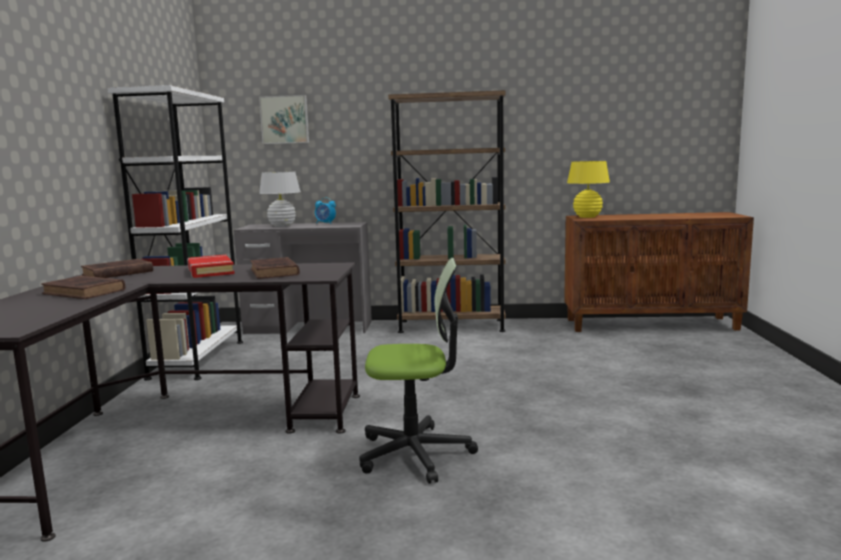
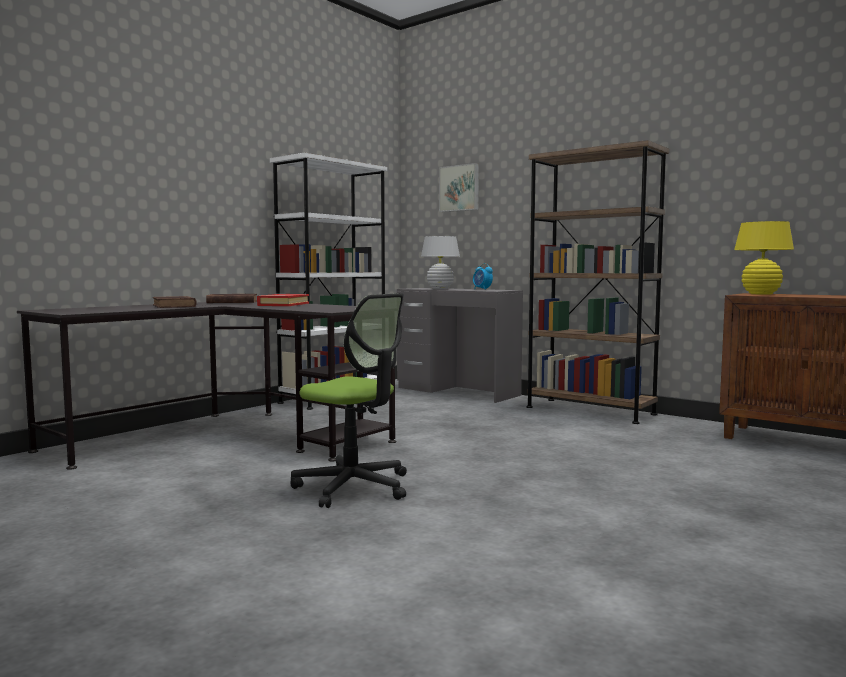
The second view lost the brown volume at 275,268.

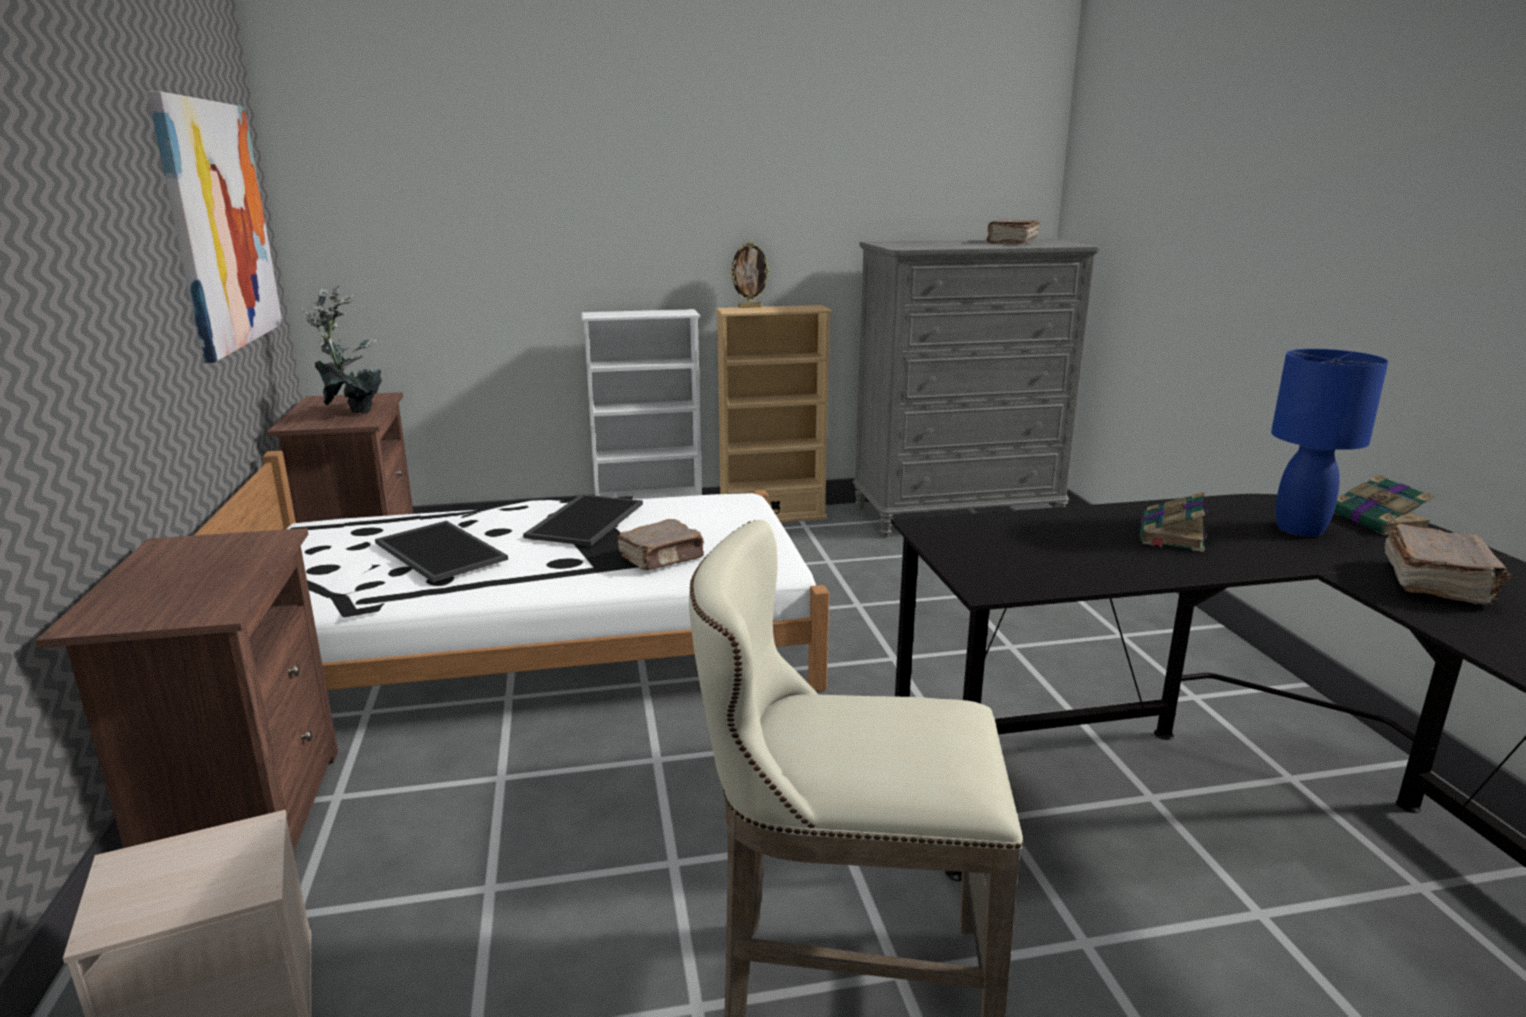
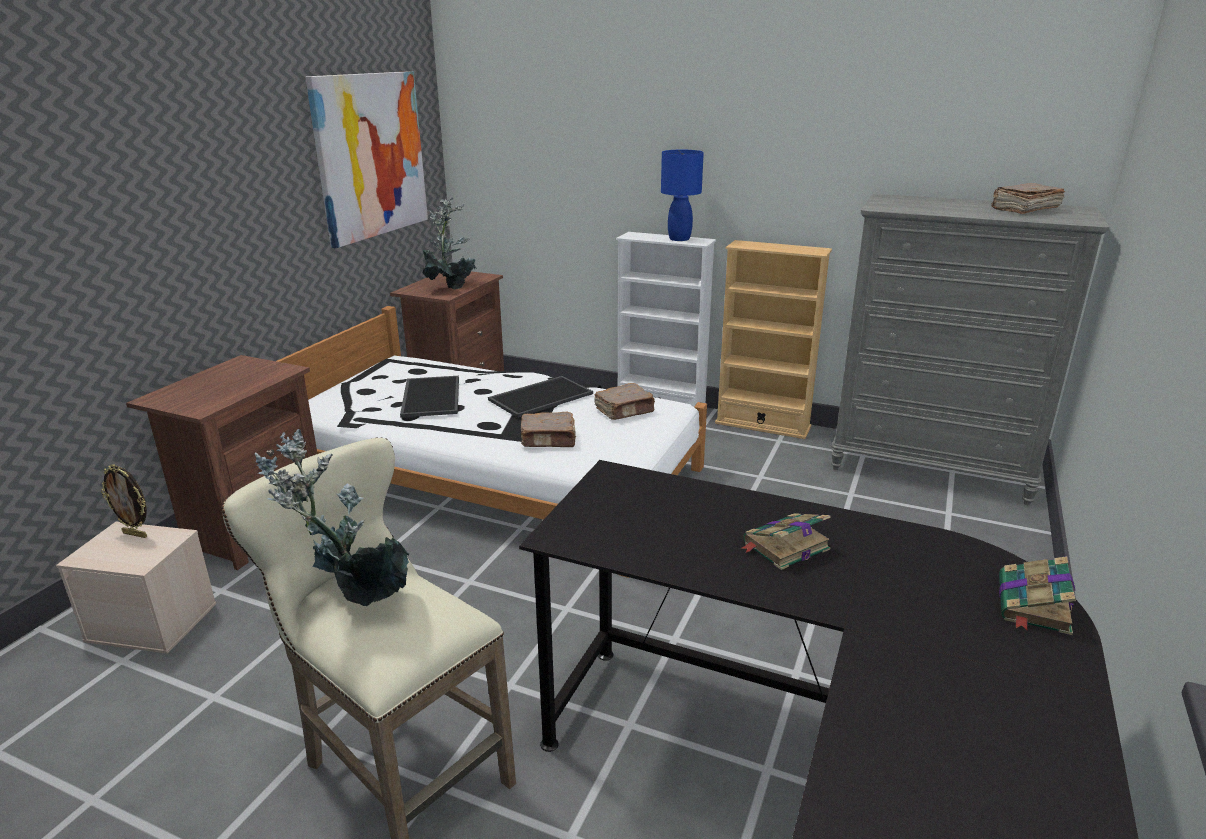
The second view gained the potted plant at 332,517.
The standing frame ended up elsewhere, having gone from 750,274 to 124,501.
The blue table lamp ended up elsewhere, having gone from 1329,443 to 682,195.
The brown volume ended up elsewhere, having gone from 1447,564 to 624,401.

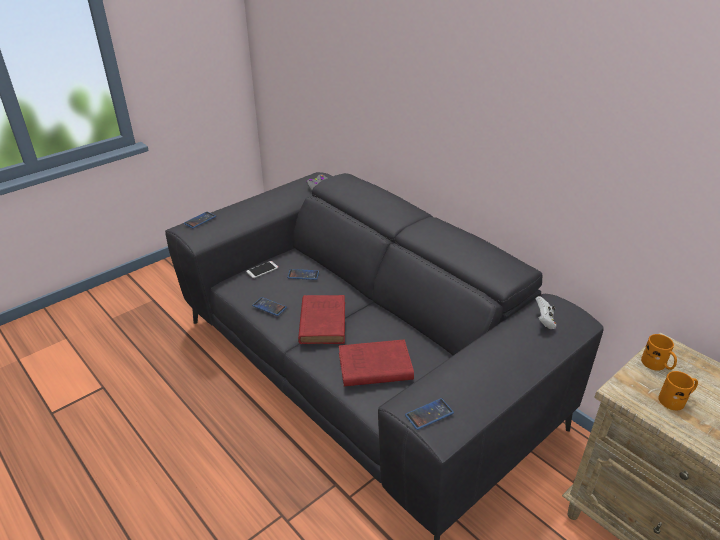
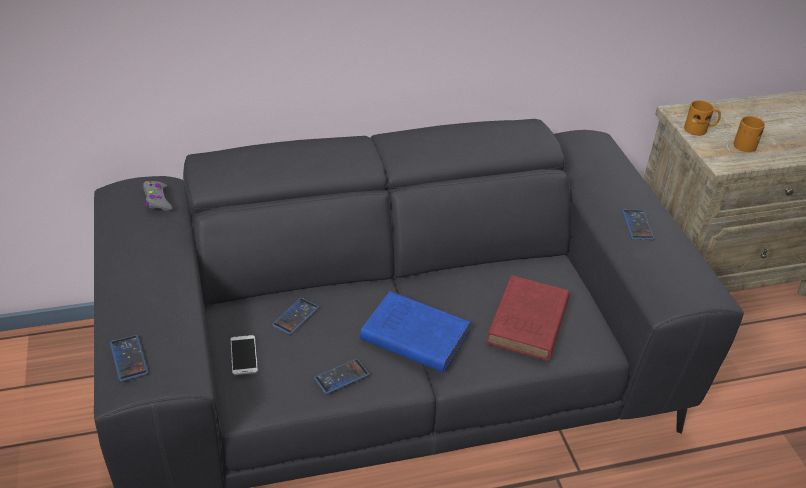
The second view lost the white game controller at 546,312.
The phone ended up elsewhere, having gone from 429,414 to 638,225.
What was the red volume at 321,319 turned into the blue volume at 415,332.

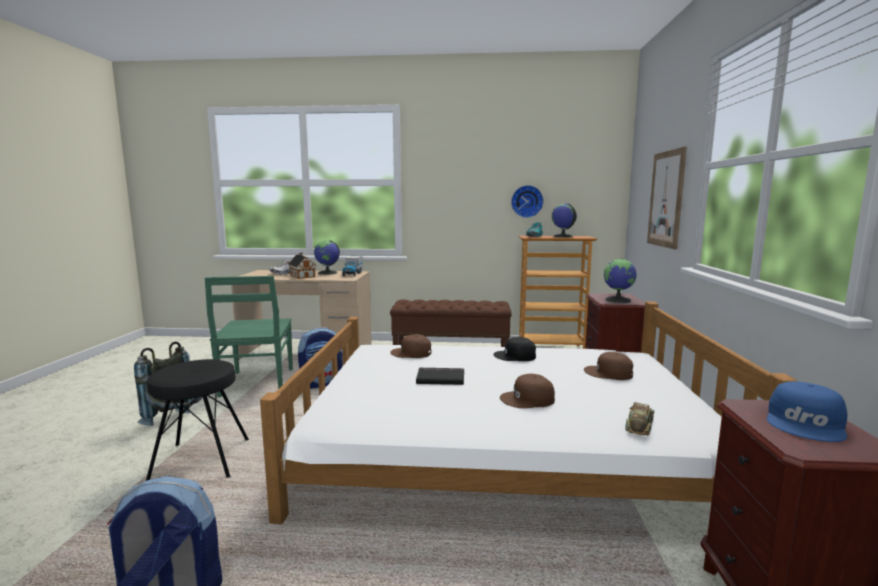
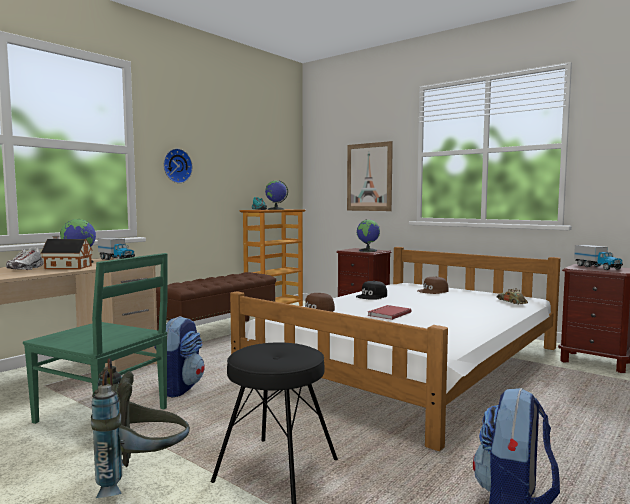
The second view lost the brown baseball cap at 527,391.
The hanging clock ended up elsewhere, having gone from 527,201 to 178,165.
Where the blue baseball cap stood at 807,411, the model truck came to stand at 598,257.
What was the black volume at 440,376 turned into the red volume at 389,312.

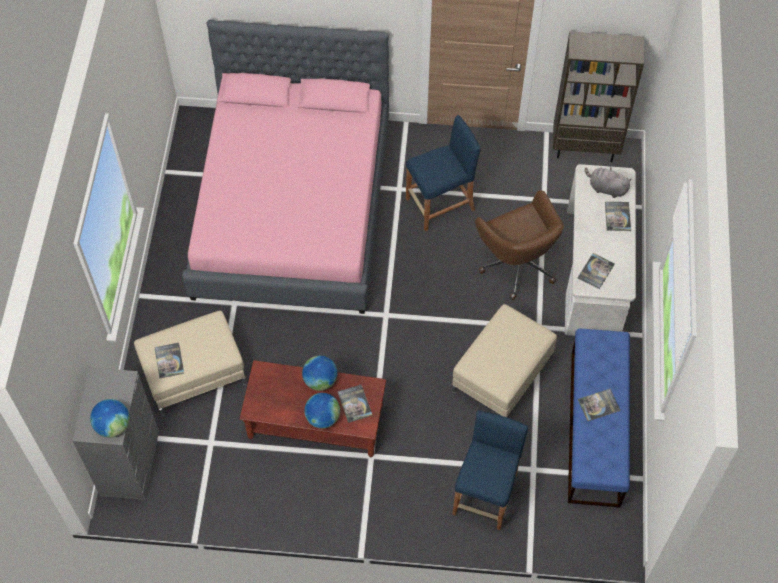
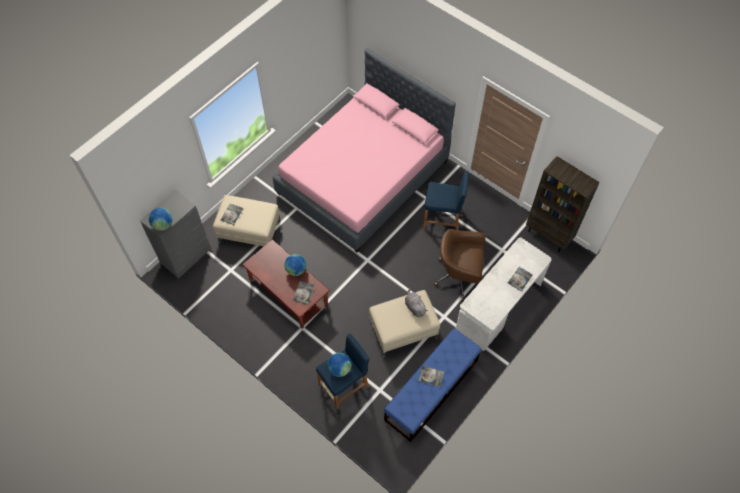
The second view lost the volume at 596,271.
The desk globe ended up elsewhere, having gone from 322,411 to 339,365.
The grey plush toy ended up elsewhere, having gone from 608,182 to 416,302.
The brown computer chair at 519,245 ended up facing another way, 90 degrees clockwise from before.

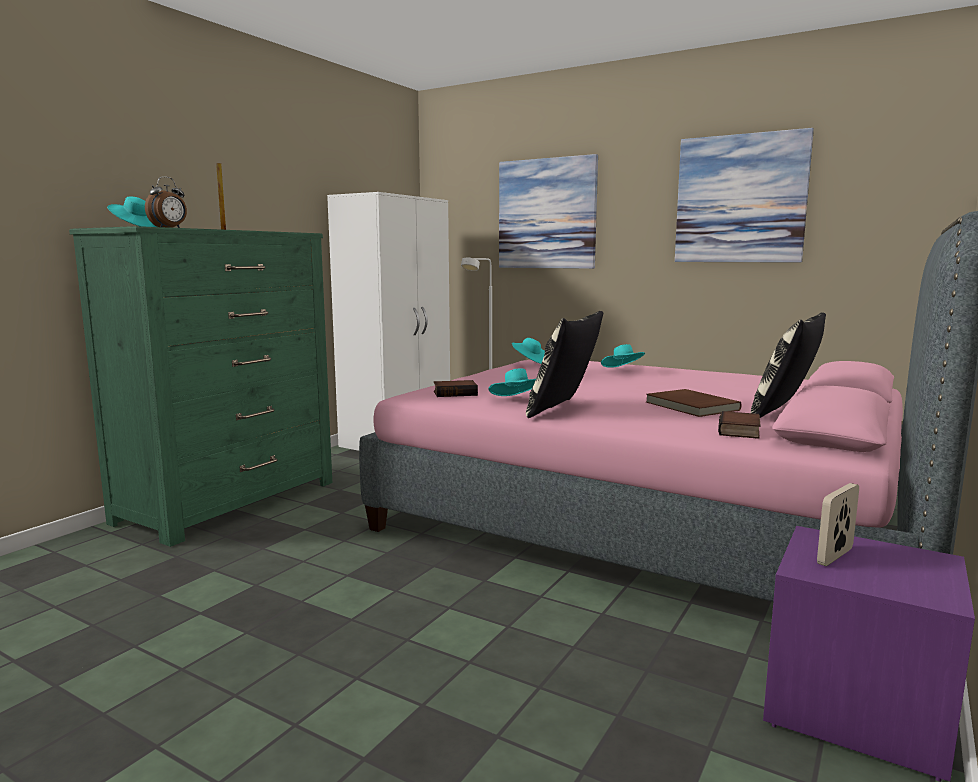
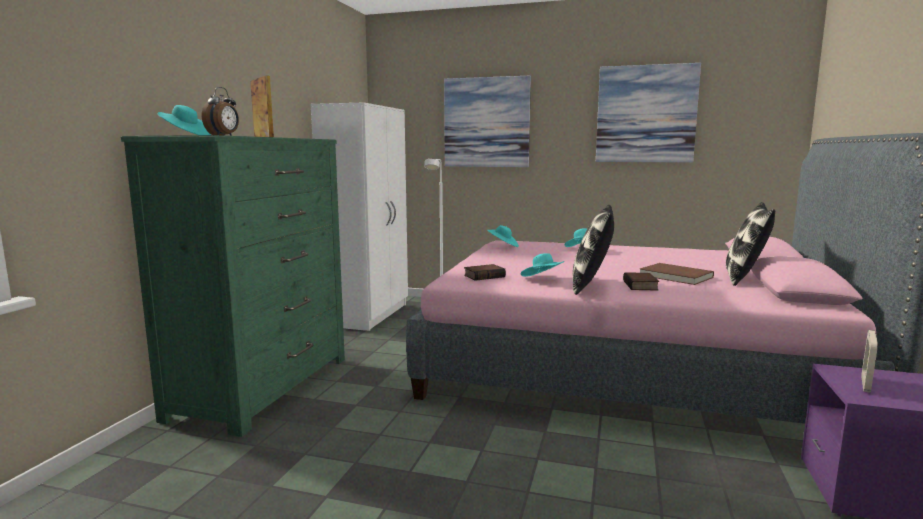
The volume ended up elsewhere, having gone from 739,425 to 641,281.

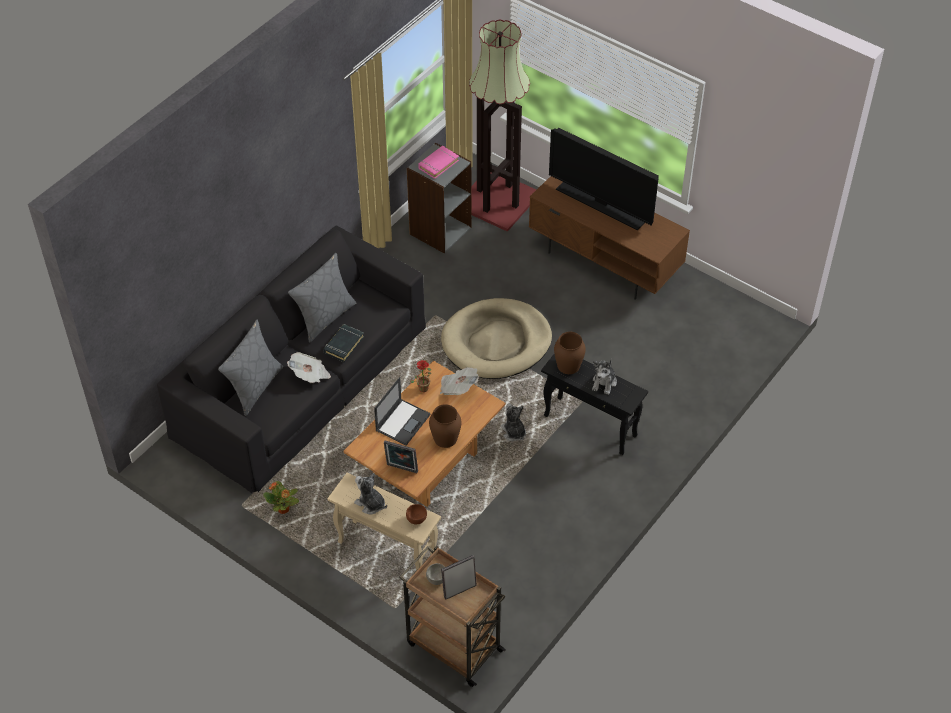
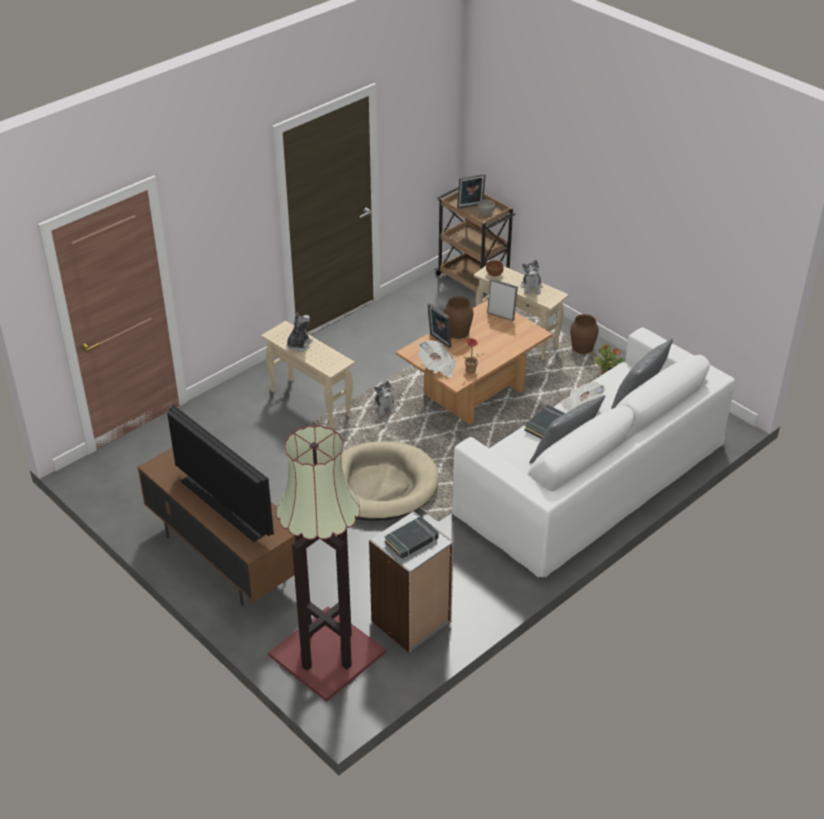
The second view lost the portable computer at 402,411.
The second view gained the standing frame at 439,325.
The brown vase ended up elsewhere, having gone from 570,353 to 584,334.
What was the black settee at 291,359 turned into the white settee at 593,452.
What was the pink volume at 438,162 turned into the black volume at 412,537.
What was the black side table at 594,404 turned into the beige-coloured side table at 308,375.
The plush toy at 370,493 ended up facing another way, 45 degrees clockwise from before.

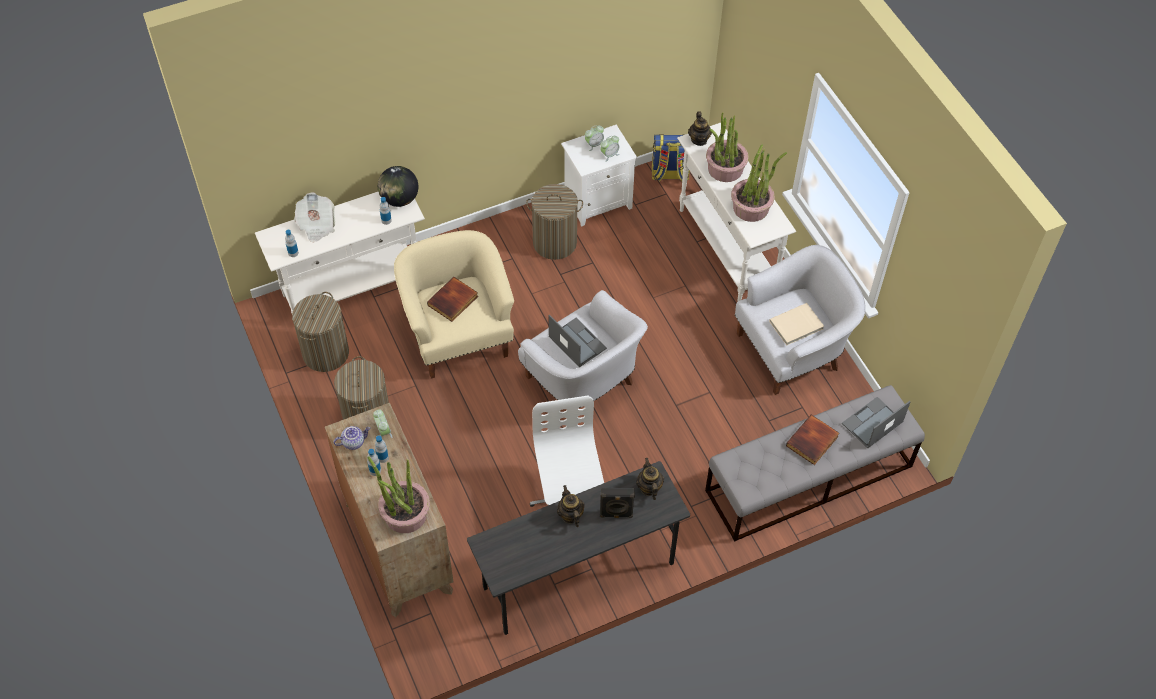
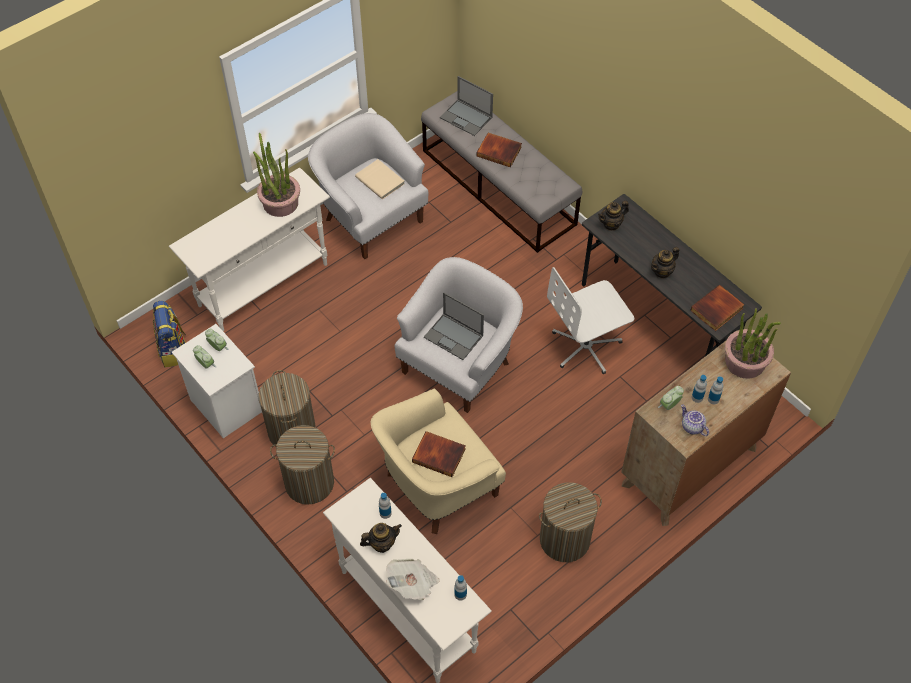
The second view lost the desk globe at 398,186.
The second view lost the black audio speaker at 617,503.
The second view lost the potted plant at 727,147.
The second view gained the volume at 717,307.
The washing basket ended up elsewhere, having gone from 320,332 to 302,465.
The pot for tea ended up elsewhere, having gone from 700,128 to 381,538.
The portable computer at 578,341 ended up facing another way, 90 degrees counterclockwise from before.

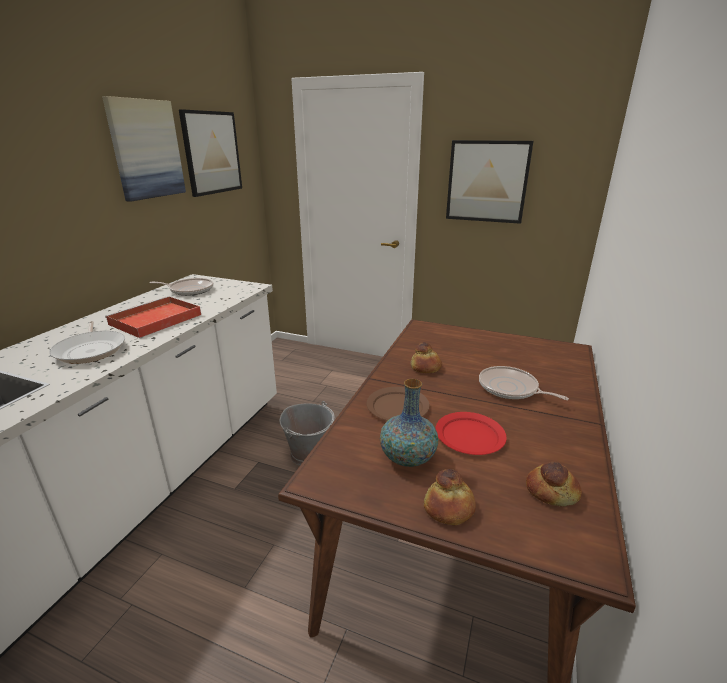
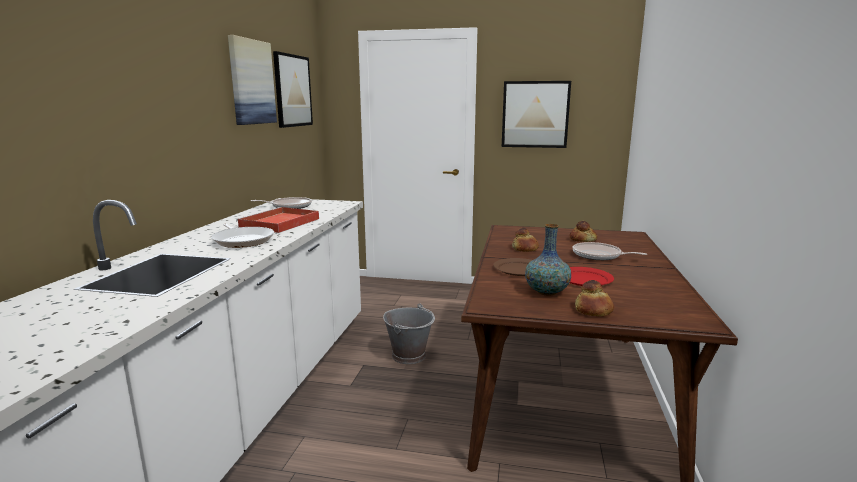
The bread ended up elsewhere, having gone from 554,484 to 583,231.

